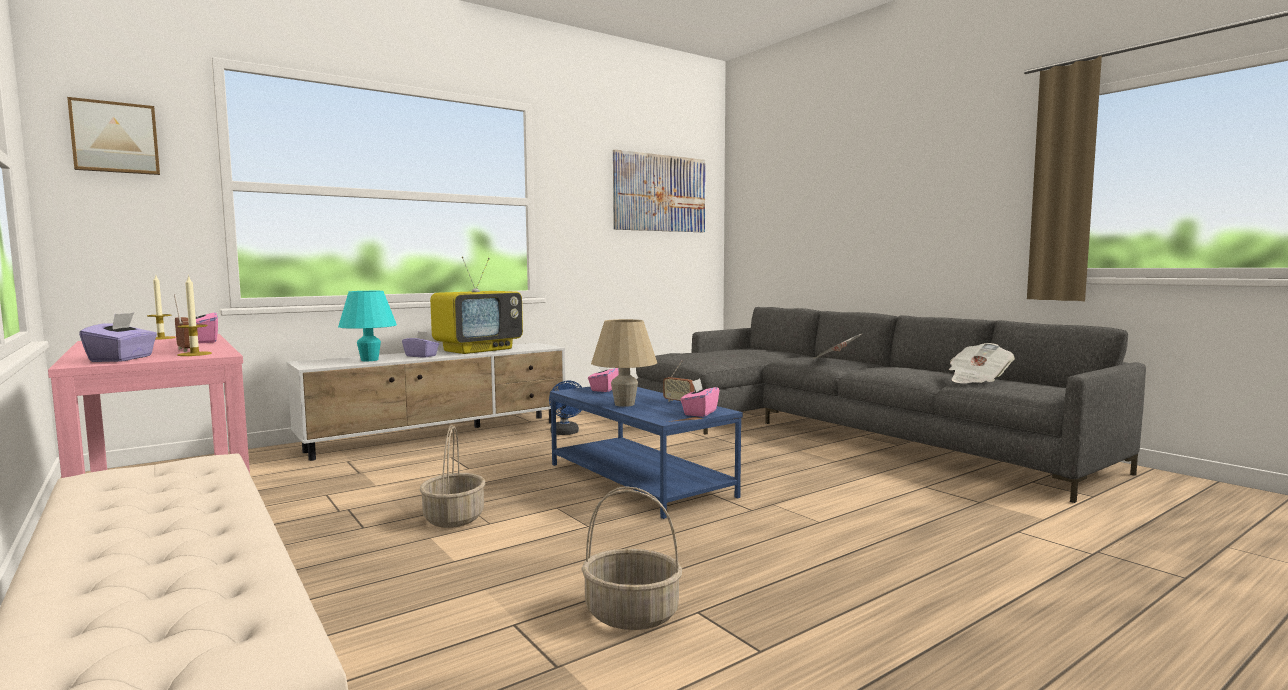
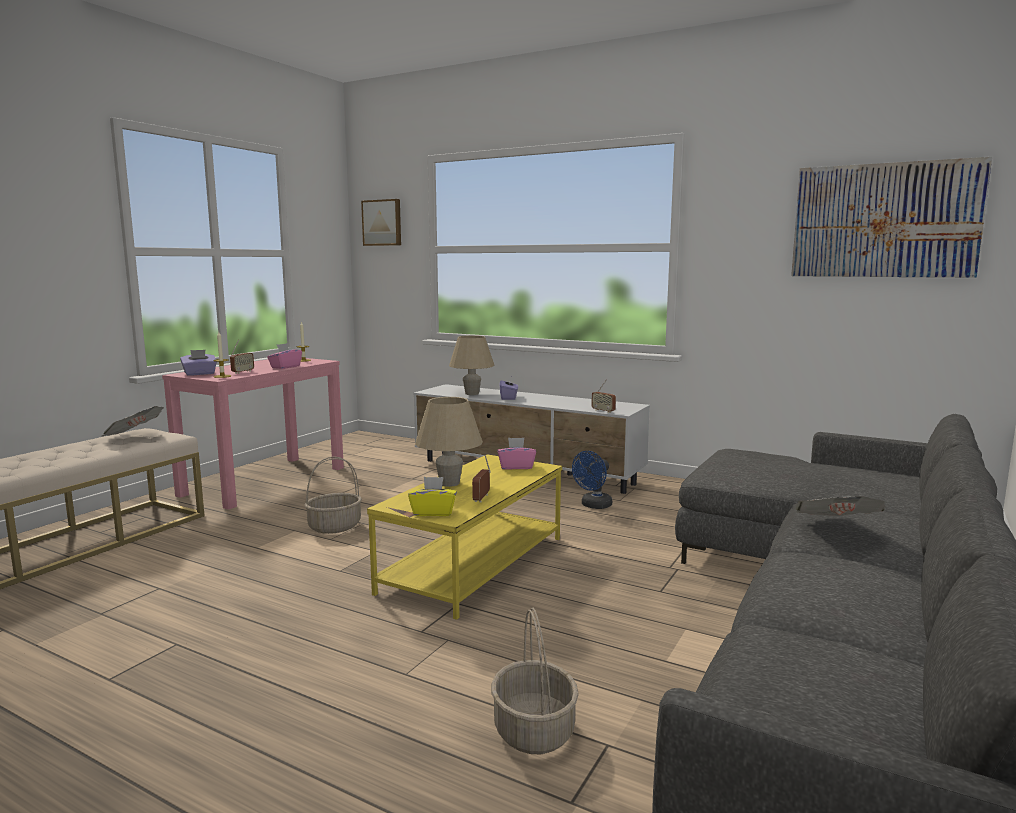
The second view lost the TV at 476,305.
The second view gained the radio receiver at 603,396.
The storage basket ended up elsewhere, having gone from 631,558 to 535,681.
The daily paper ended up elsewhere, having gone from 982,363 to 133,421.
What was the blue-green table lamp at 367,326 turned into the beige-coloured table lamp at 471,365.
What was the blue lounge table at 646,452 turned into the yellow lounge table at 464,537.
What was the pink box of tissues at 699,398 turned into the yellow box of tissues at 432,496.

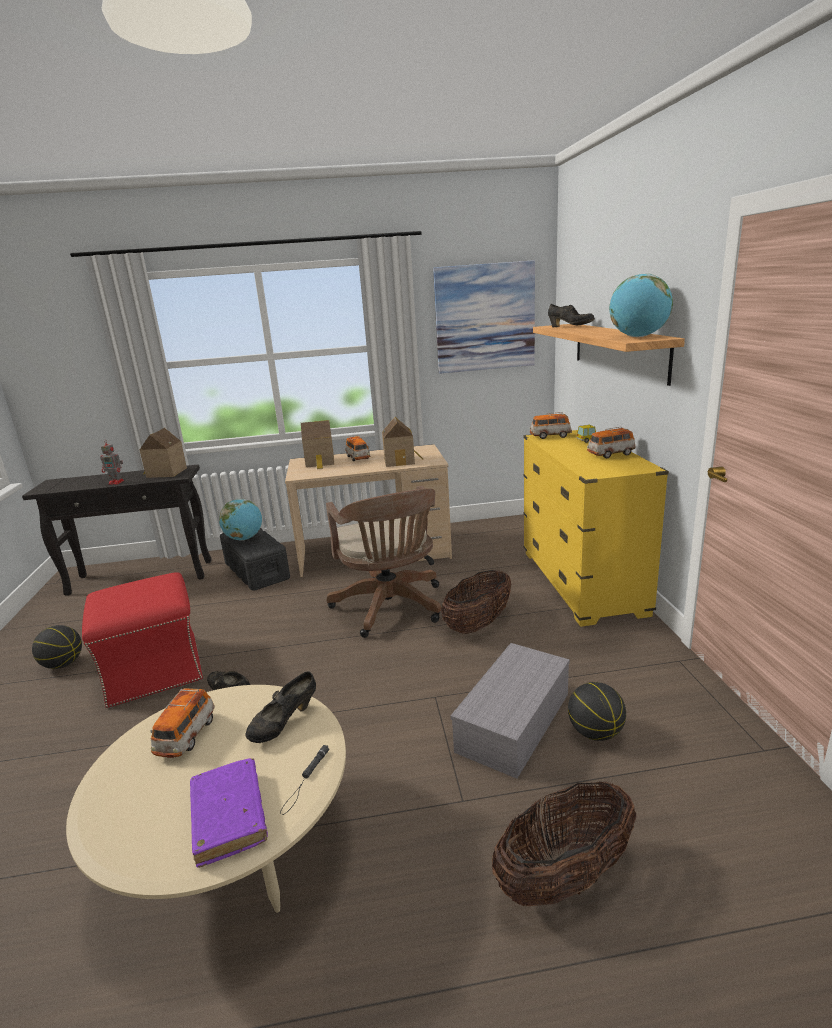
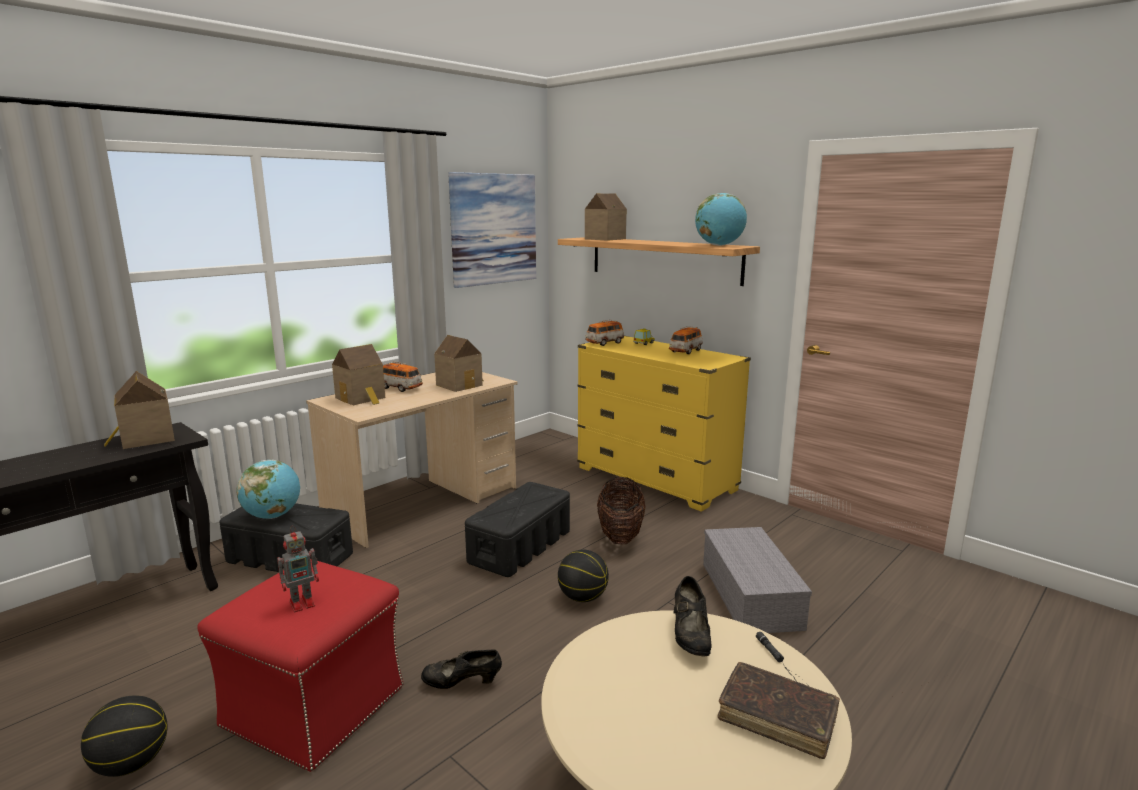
The second view lost the model car at 182,723.
The second view lost the storage basket at 564,843.
The robot figure ended up elsewhere, having gone from 112,462 to 298,569.
The basketball ended up elsewhere, having gone from 597,711 to 583,576.
Where the brown computer chair stood at 383,562, the black storage container came to stand at 517,529.
Where the black shoe stood at 571,315, the miniature house came to stand at 606,217.
What was the purplish volume at 229,813 turned into the brown volume at 778,710.

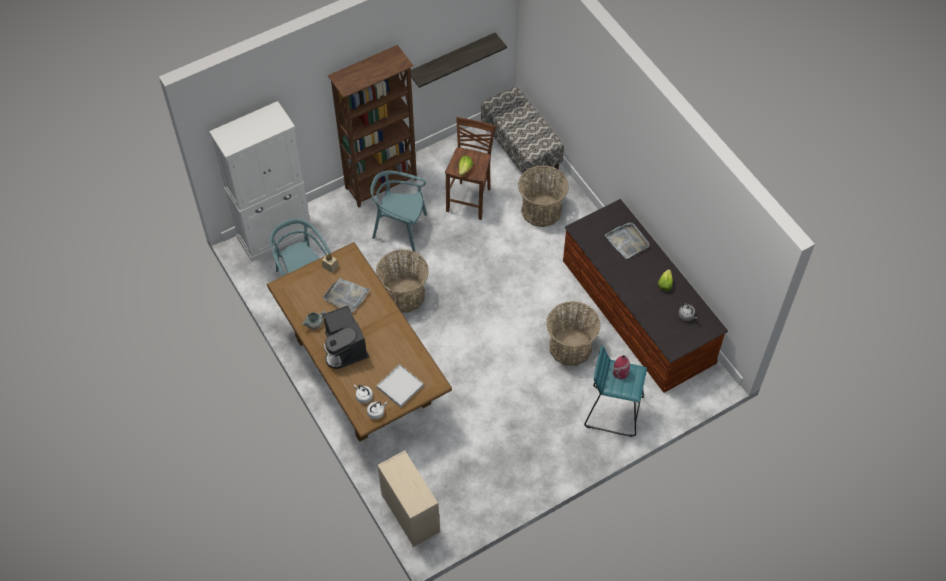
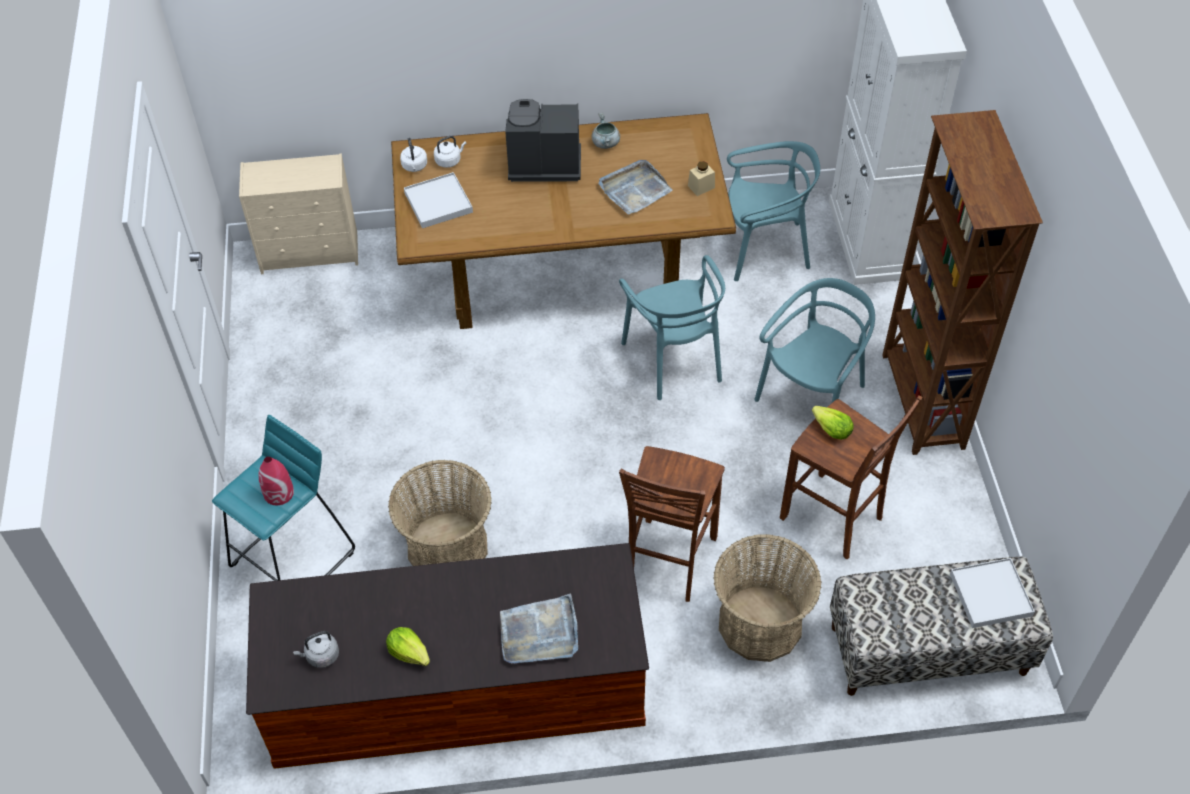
The second view lost the wall shelf at 459,60.
The second view gained the brown sitting stool at 672,524.
The second view gained the white carrying tray at 992,593.
Where the storage basket stood at 402,281, the blue-green chair came to stand at 672,327.

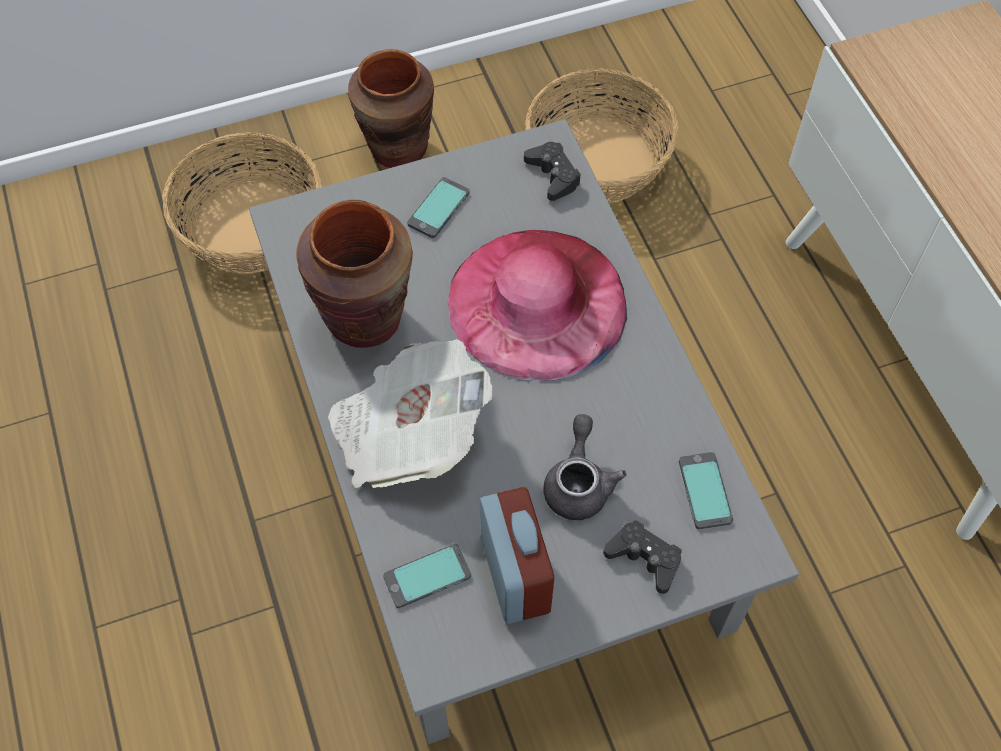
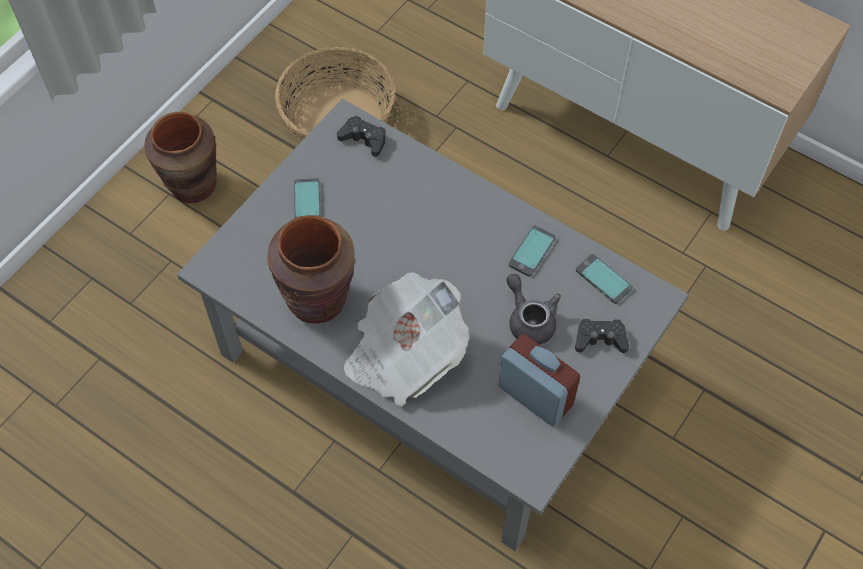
The second view lost the storage basket at 242,203.
The second view lost the pink hat at 537,305.
The phone ended up elsewhere, having gone from 427,576 to 532,251.

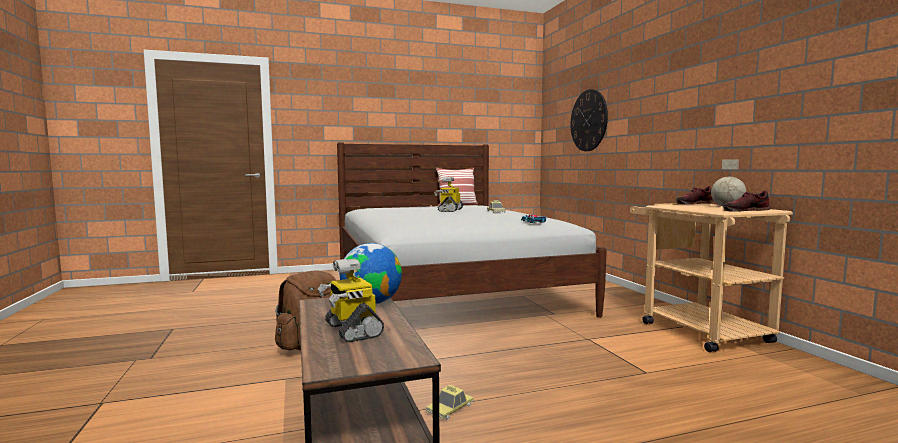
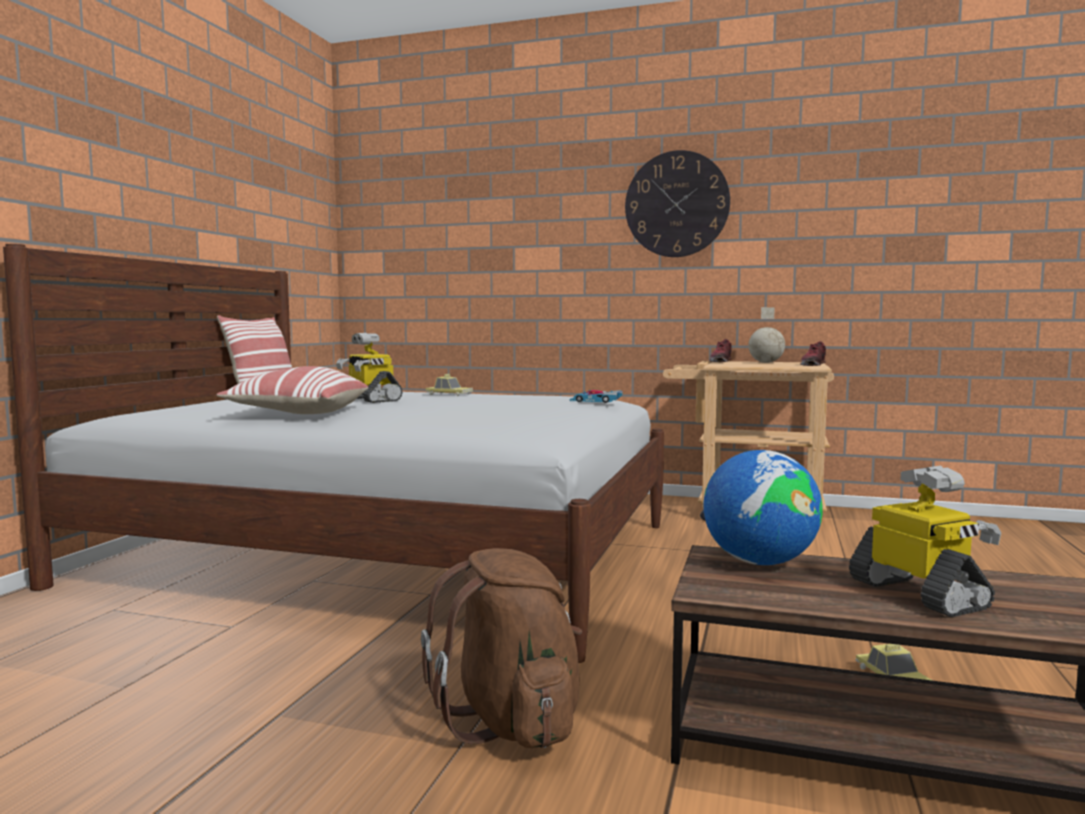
The second view gained the throw pillow at 292,390.
The hanging clock ended up elsewhere, having gone from 589,120 to 677,203.
The robot figure at 351,301 ended up facing another way, 120 degrees counterclockwise from before.

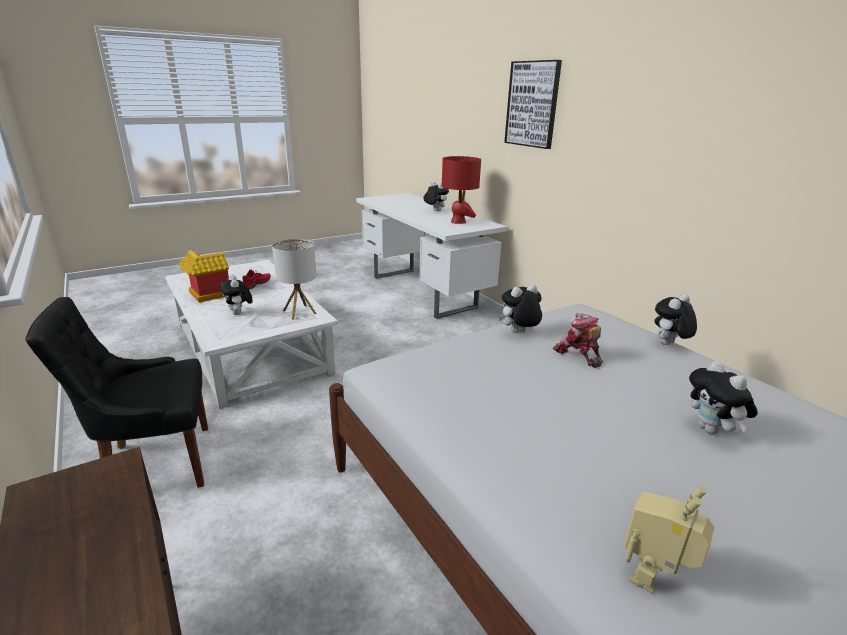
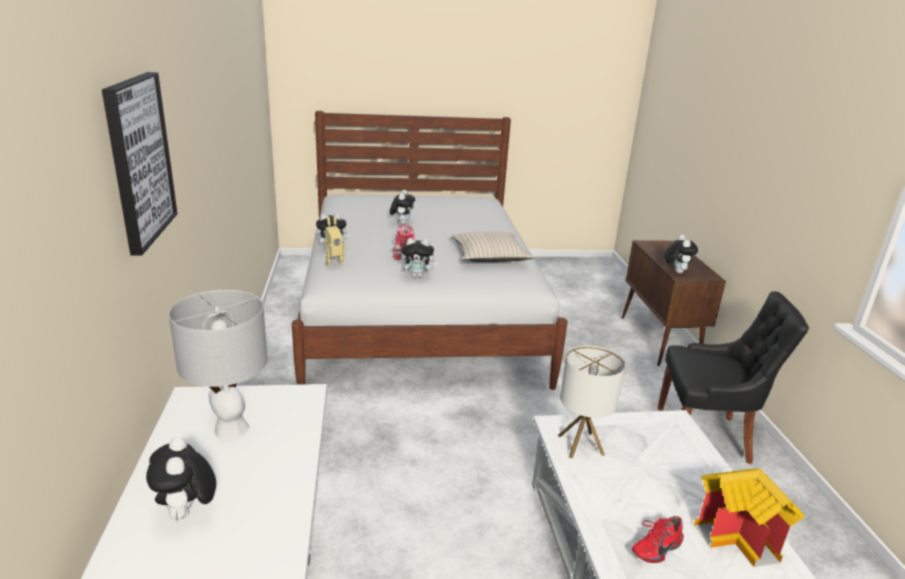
The second view gained the beige-coloured throw pillow at 492,247.
The plush toy ended up elsewhere, having gone from 236,295 to 681,254.
The robot figure ended up elsewhere, having gone from 669,540 to 335,241.
What was the red table lamp at 461,190 turned into the grey table lamp at 218,365.

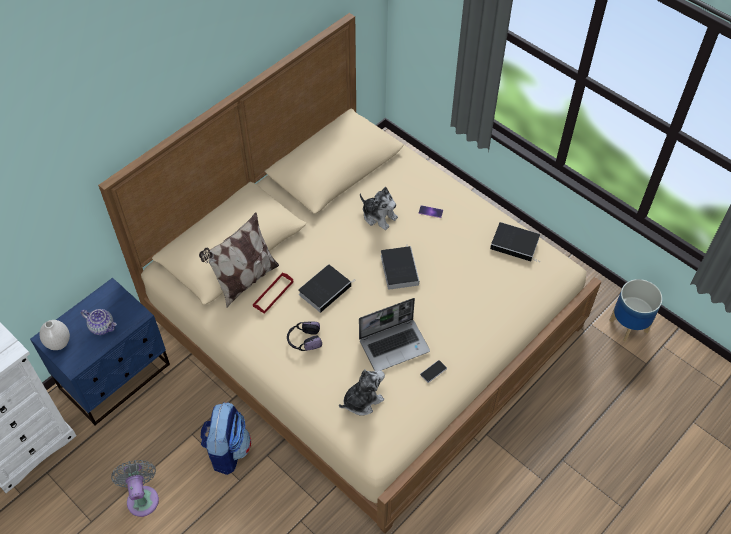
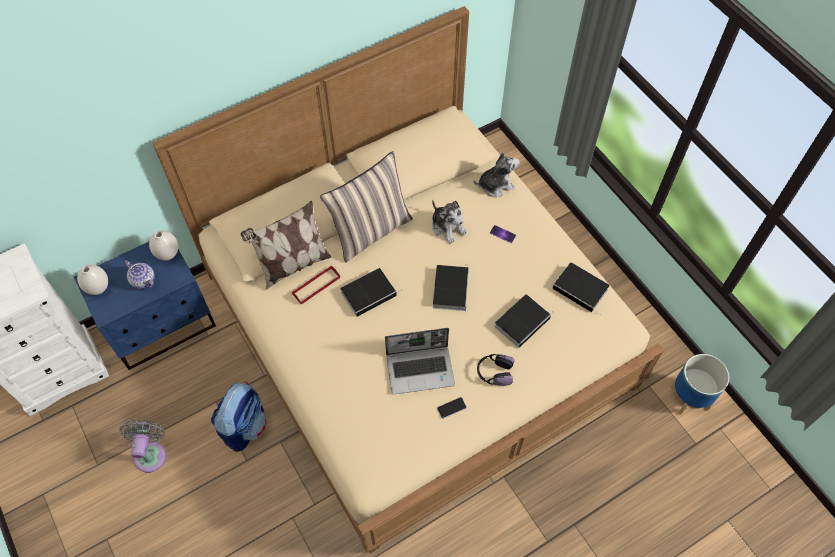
The second view gained the white vase at 163,245.
The second view gained the throw pillow at 366,206.
The second view gained the volume at 524,321.
The headphones ended up elsewhere, having gone from 304,336 to 495,370.
The plush toy ended up elsewhere, having gone from 362,392 to 497,174.

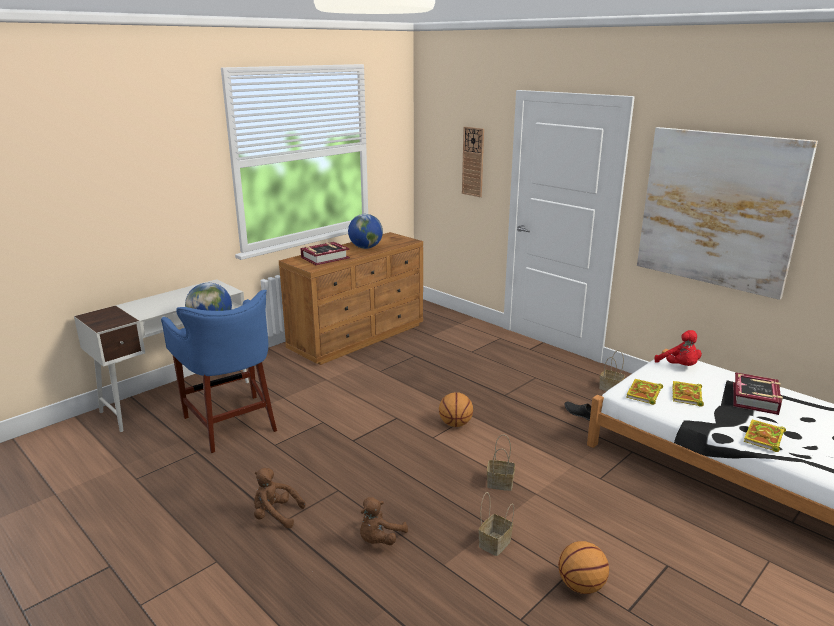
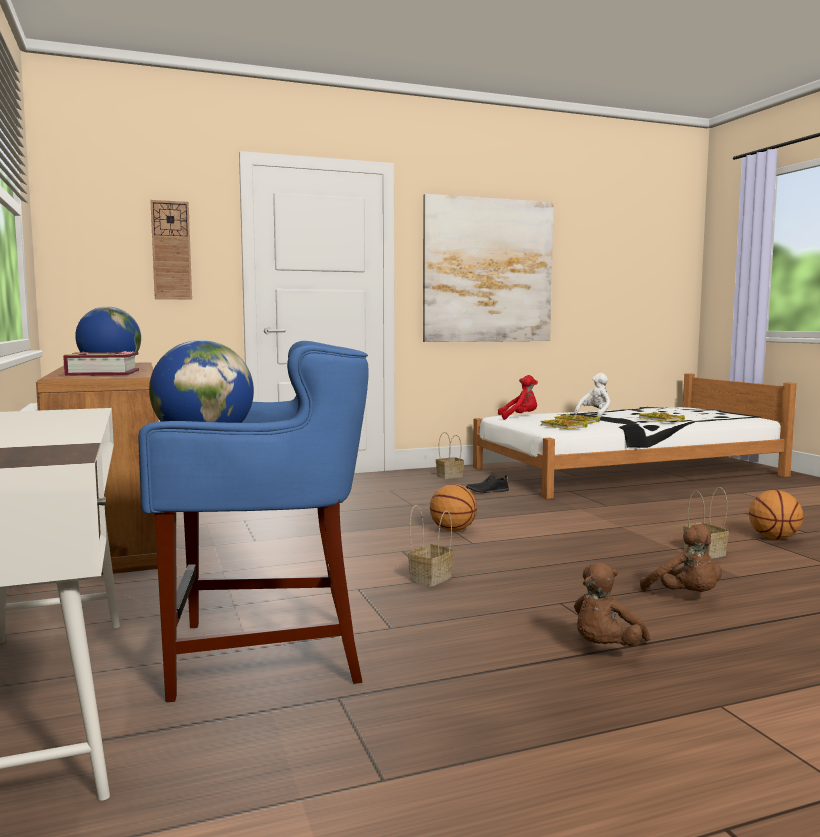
The storage basket ended up elsewhere, having gone from 501,463 to 430,546.
Where the volume stood at 758,393, the white plush toy came to stand at 592,395.

